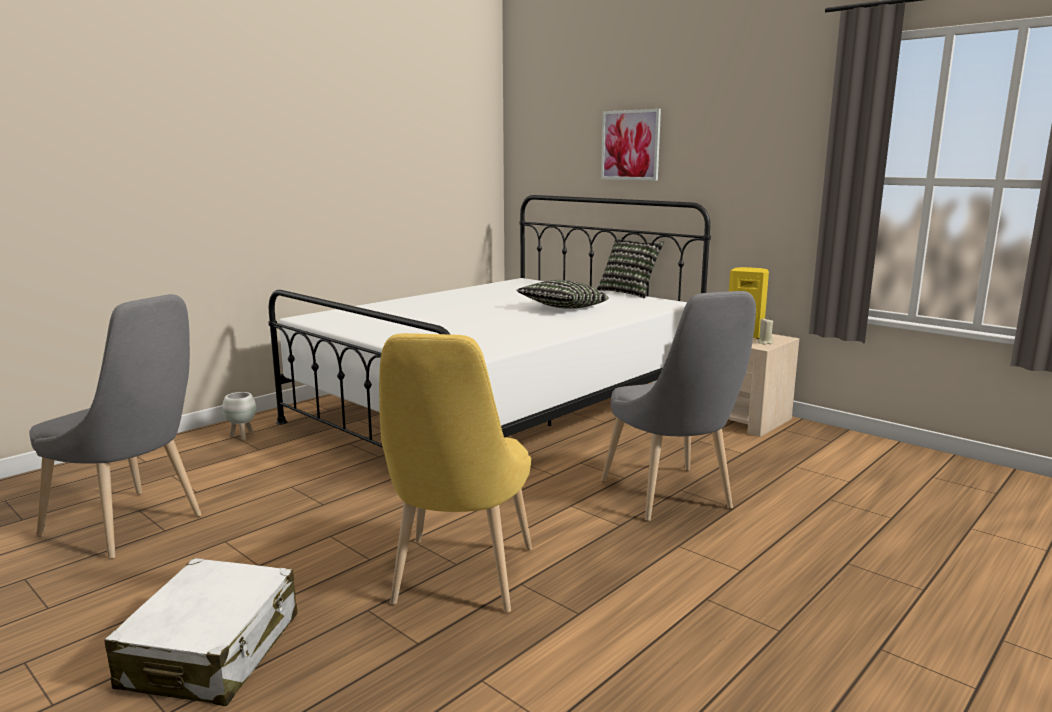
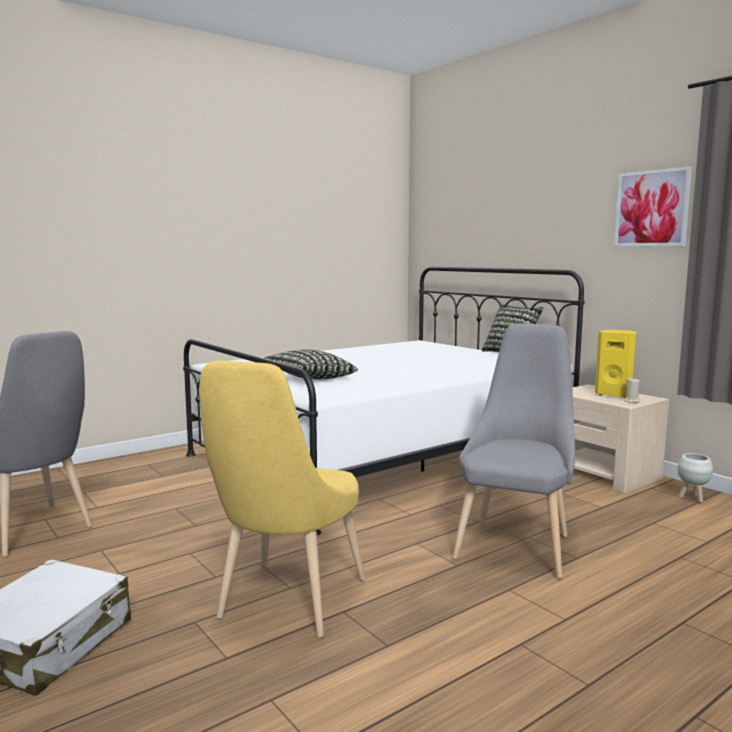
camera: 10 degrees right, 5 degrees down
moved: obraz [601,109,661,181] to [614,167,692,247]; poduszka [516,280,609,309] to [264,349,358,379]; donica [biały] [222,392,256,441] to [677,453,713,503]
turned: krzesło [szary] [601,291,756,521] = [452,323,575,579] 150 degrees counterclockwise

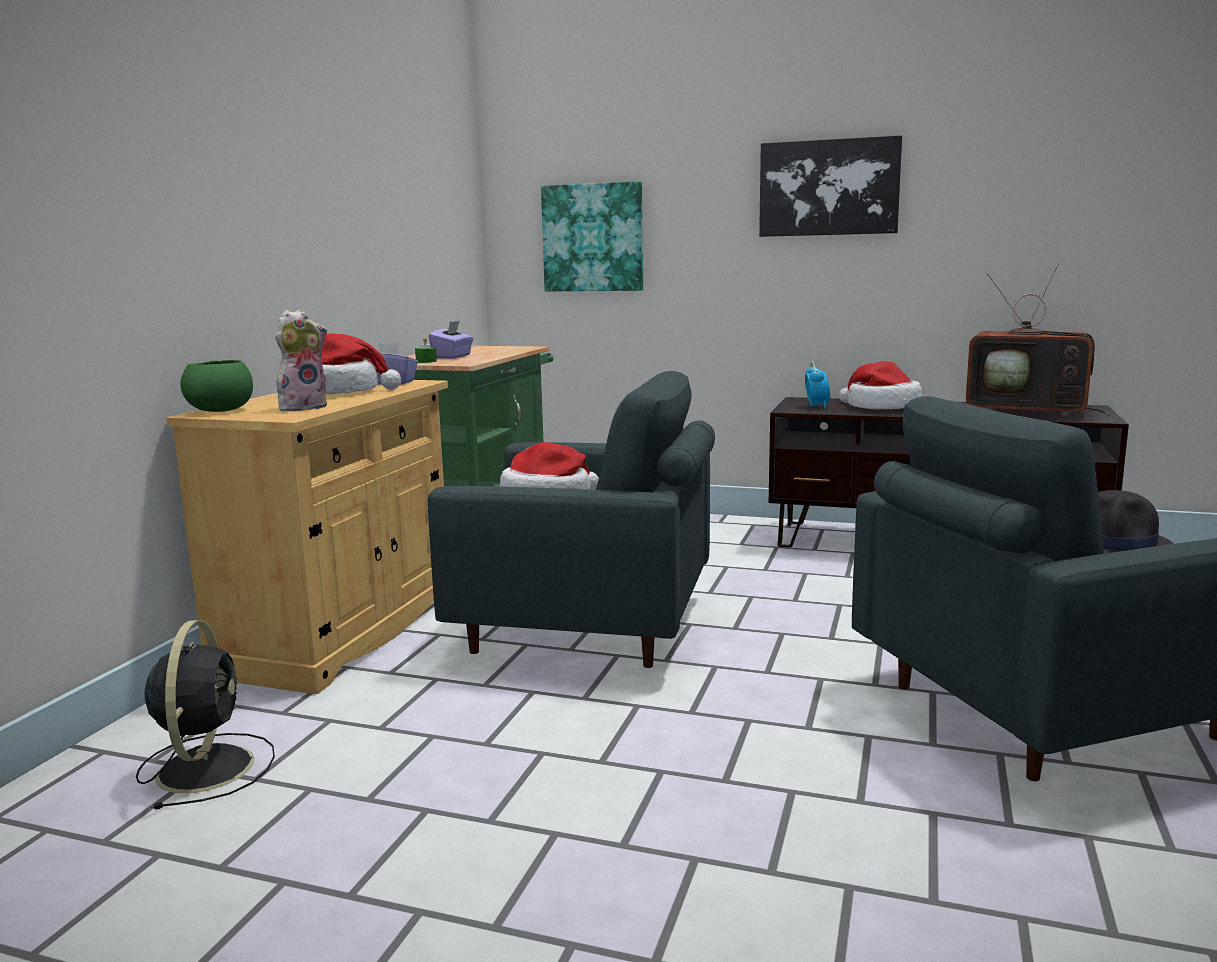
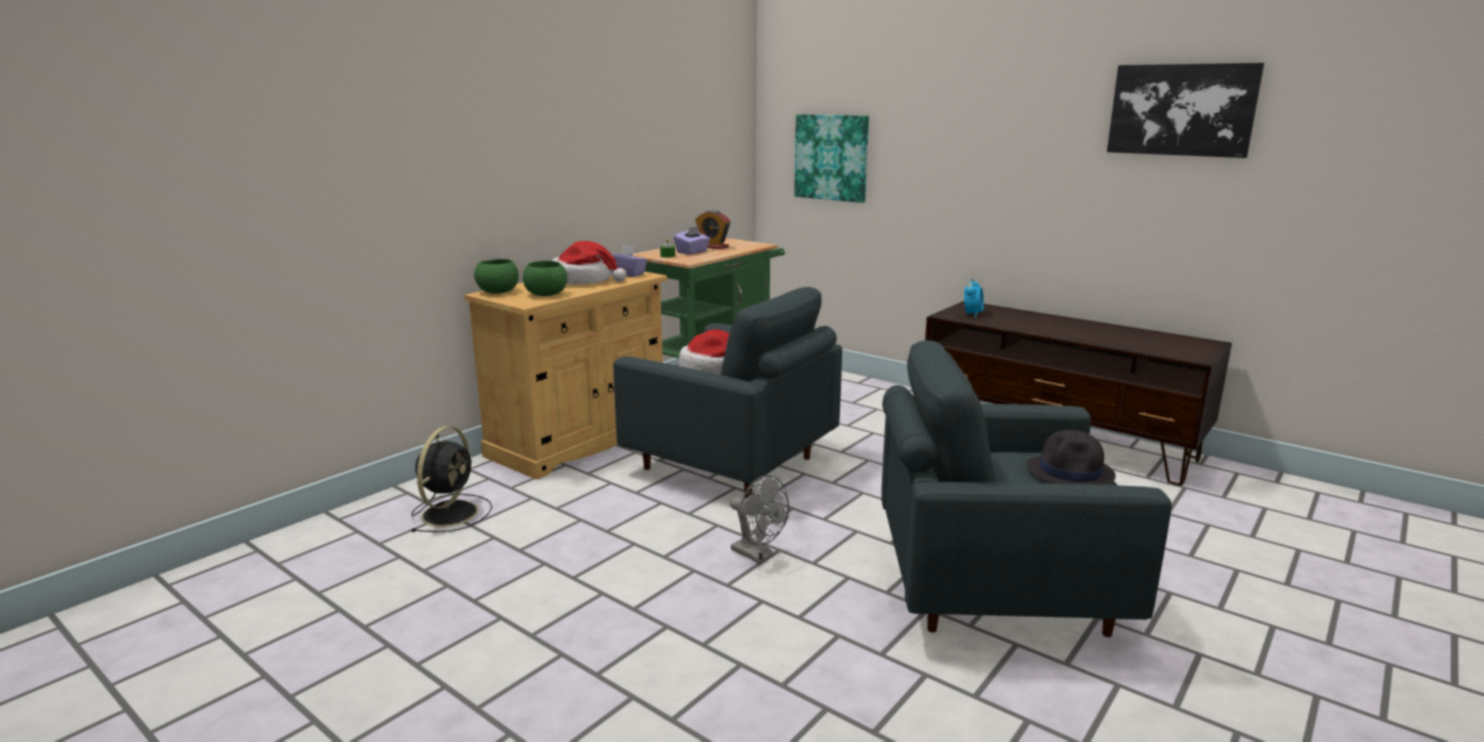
camera: 20 degrees right, 5 degrees up
removed: telewizor [966,263,1112,417]; kapelusz [839,361,923,409]
added: budzik [695,210,731,250]; wentylator [szary] [730,475,789,564]
moved: obraz [759,135,902,237] to [1107,63,1264,158]
replaced: pluszak [275,310,327,411] to miska [zielony] [523,261,567,296]

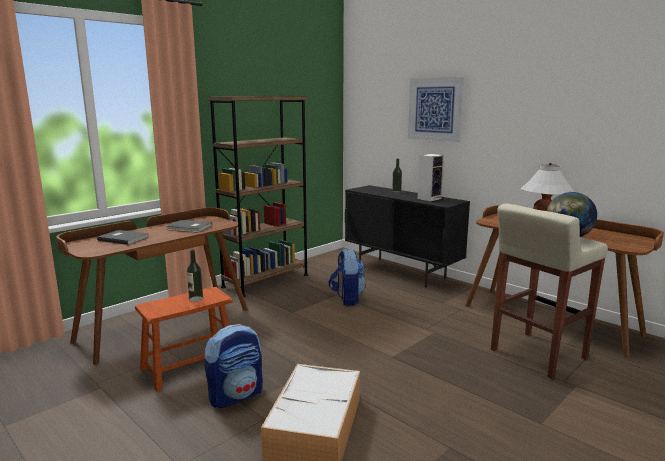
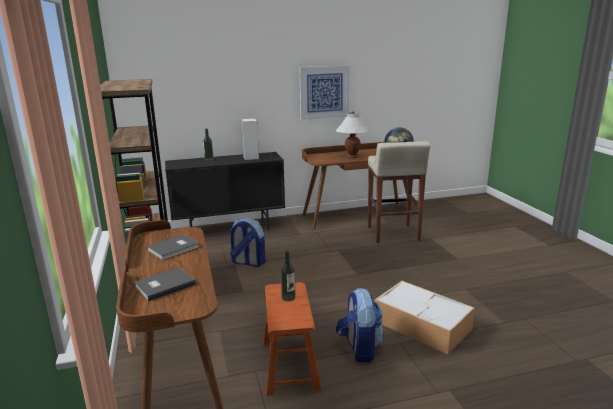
camera: 60 degrees left, 5 degrees up
moved: obraz [408,77,464,142] to [299,65,349,120]

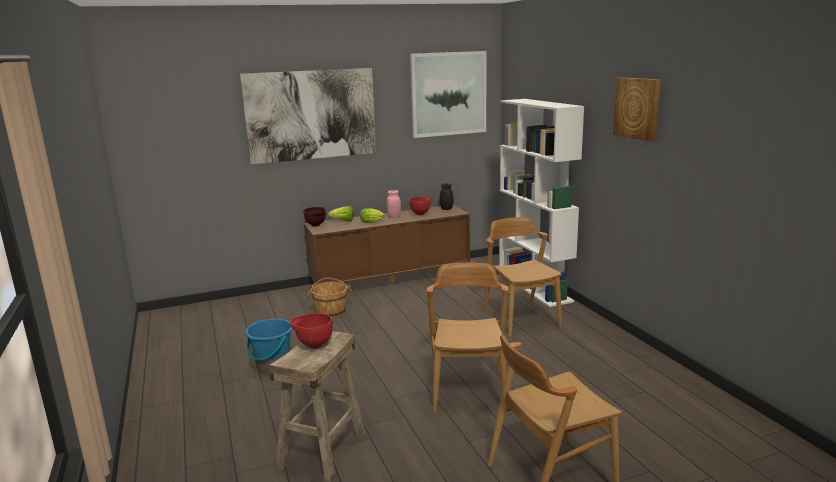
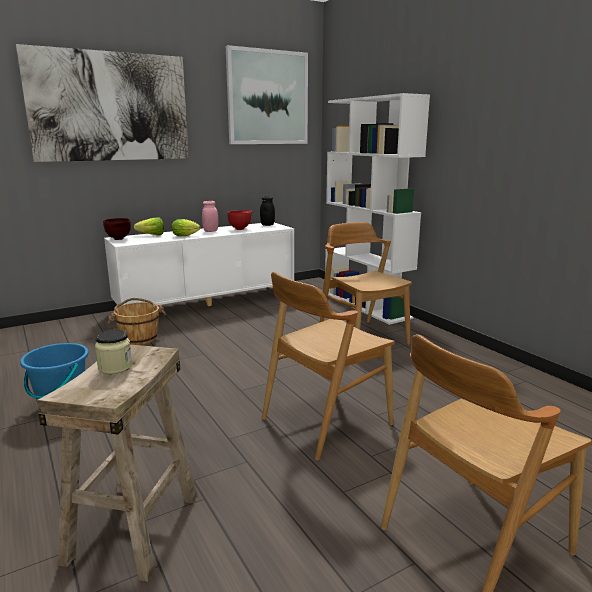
camera: 10 degrees left, 0 degrees up
removed: obraz [613,77,661,142]
replaced: miska [czerwony] [290,313,333,349] to słoik [95,330,132,374]
recoloured: szafka [brązowy] [304,205,470,285] to szafka [biały] [104,223,294,306]
turned: krzesło [brązowy] [427,263,509,412] = [262,272,395,460] 120 degrees counterclockwise

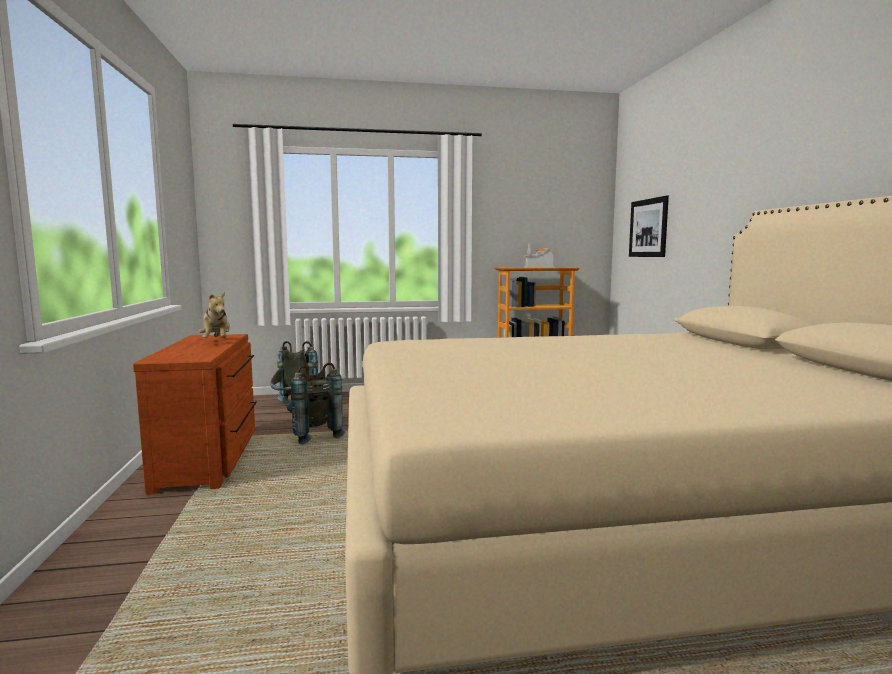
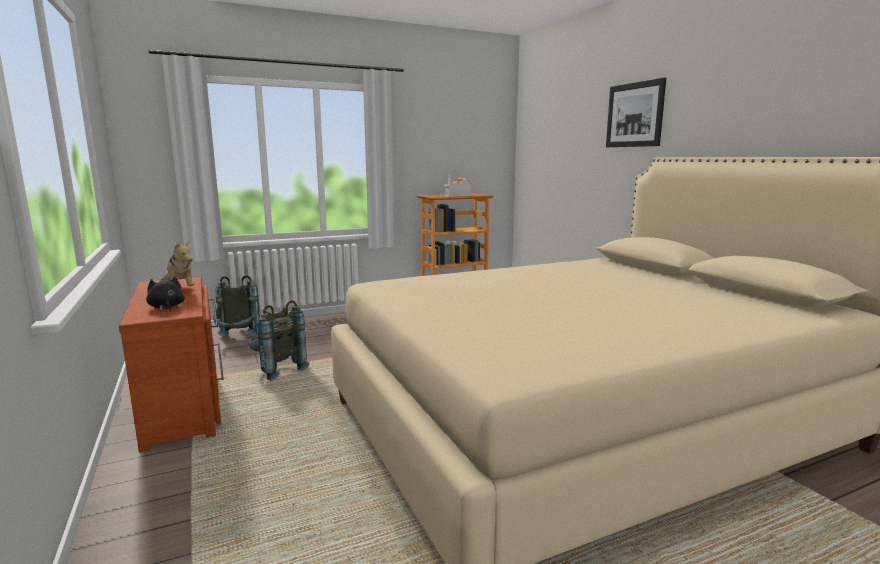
camera: 15 degrees left, 5 degrees up
added: pluszak [czarny] [146,276,185,311]
moved: obraz [629,196,669,257] to [606,78,666,147]

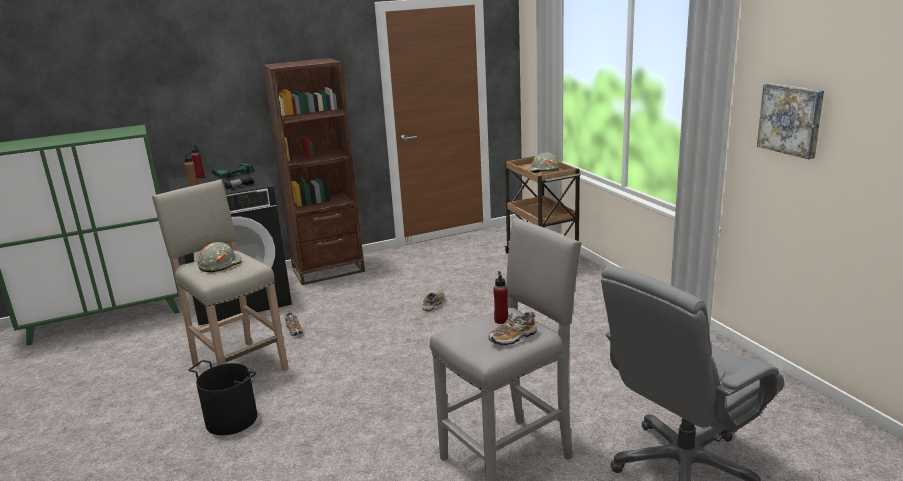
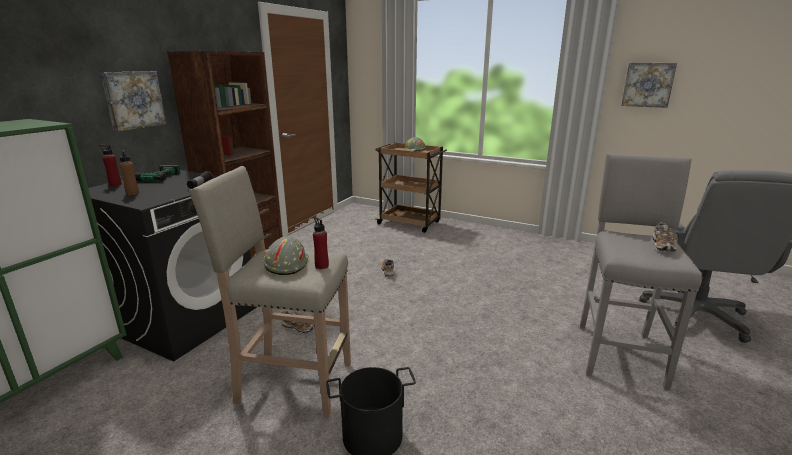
camera: 40 degrees left, 0 degrees up
added: obraz [100,71,166,131]
moved: butelka [czerwony] [493,271,508,324] to [313,217,329,269]

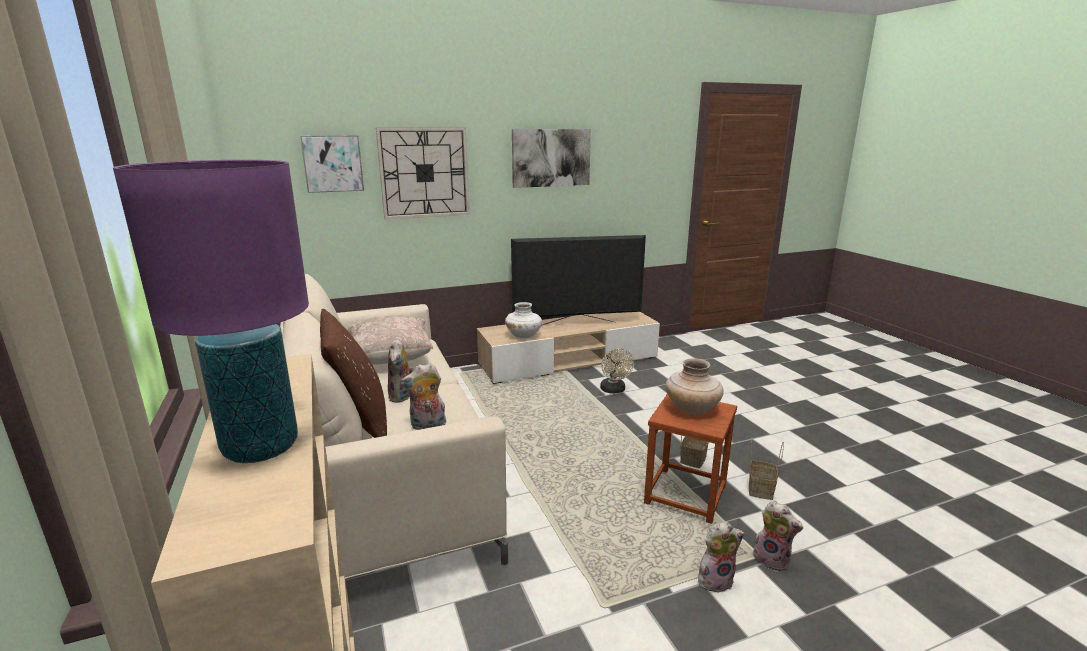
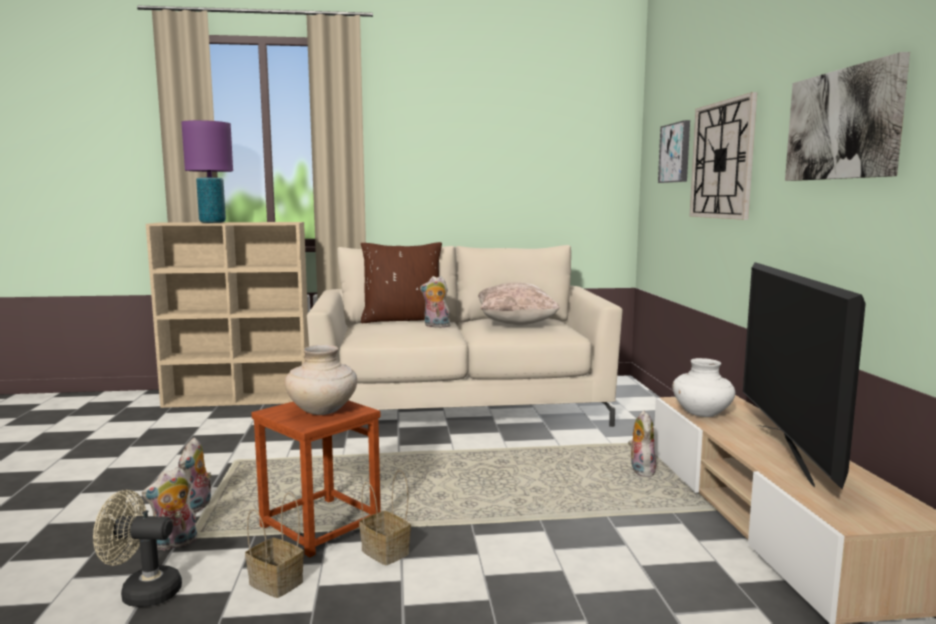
camera: 105 degrees right, 10 degrees down
moved: wentylator [beżowy] [600,348,634,394] to [93,490,182,607]; pluszak [401,363,446,430] to [628,410,656,477]

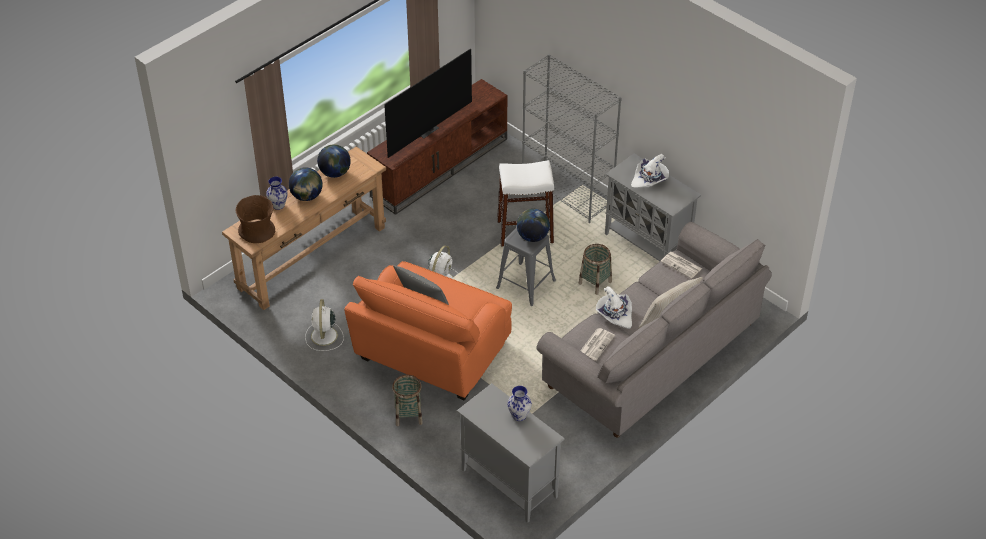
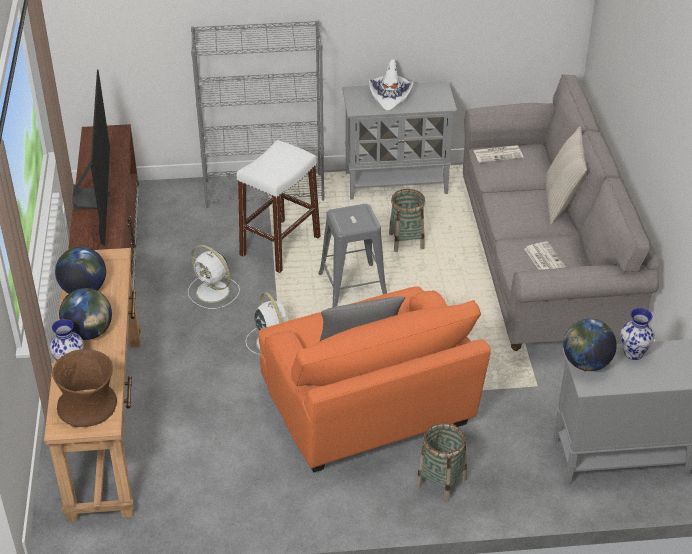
camera: 50 degrees left, 5 degrees down
removed: kapelusz [biały] [596,286,632,329]
moved: globus [517,209,550,242] to [563,319,617,371]; wentylator [biały] [305,299,344,351] to [188,245,240,309]

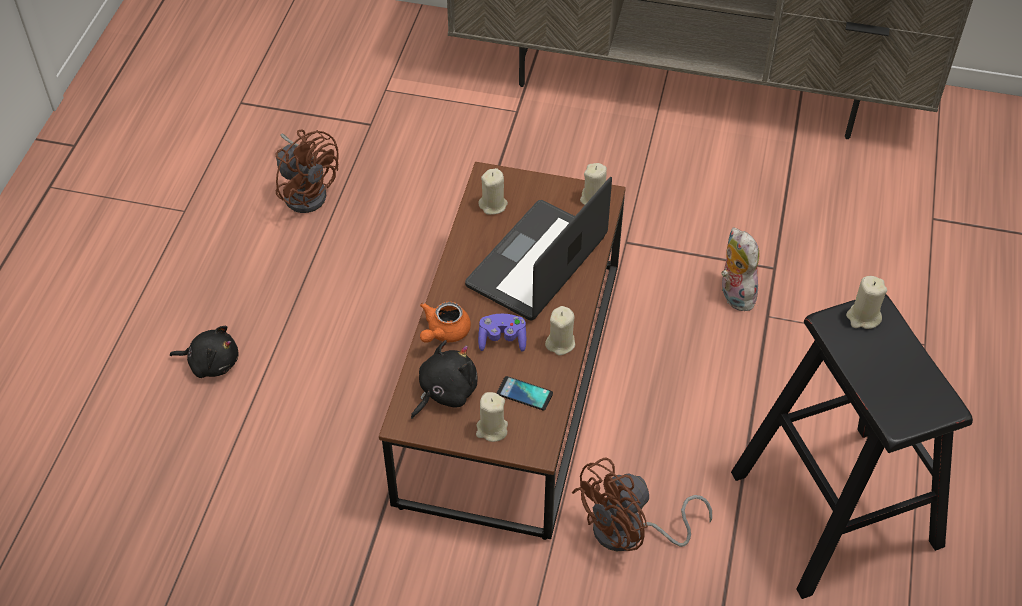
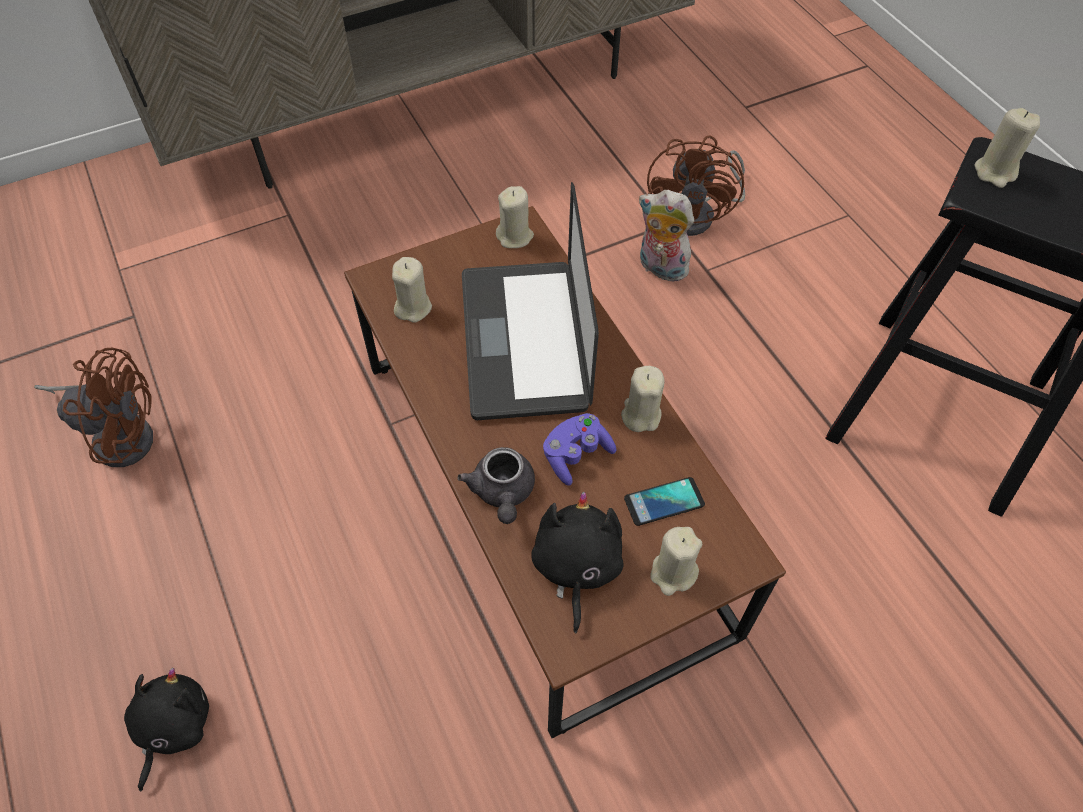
camera: 40 degrees left, 5 degrees up
moved: wentylator [brązowy] [572,458,712,551] to [647,135,745,236]
recoloured: imbryk [pomarańczowy] [420,302,471,343] to imbryk [szary] [457,447,535,524]
turned: pluszak [czarny] [170,326,239,378] = [124,668,209,792] 45 degrees counterclockwise

